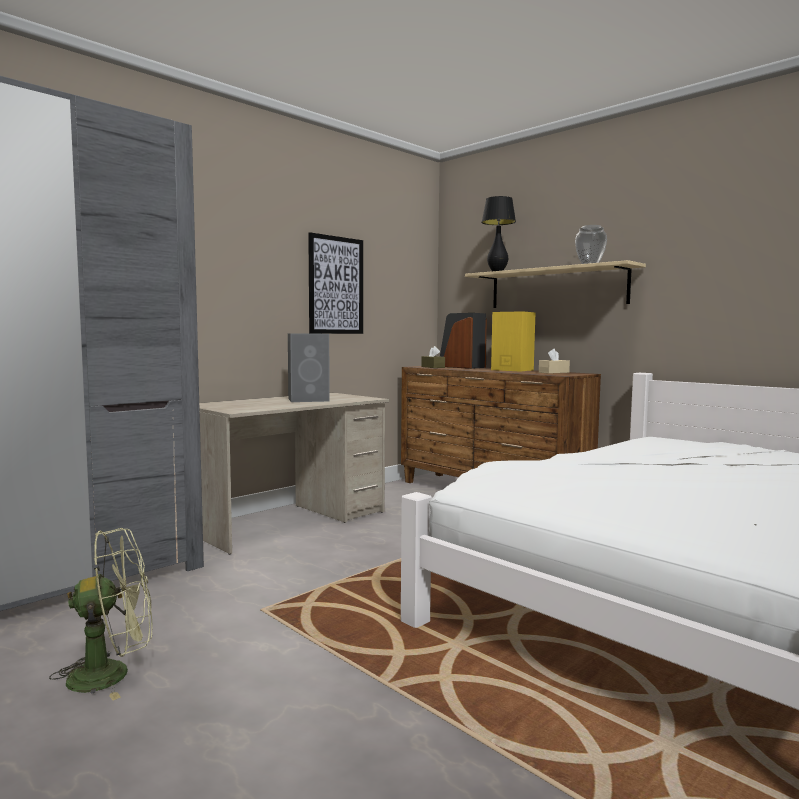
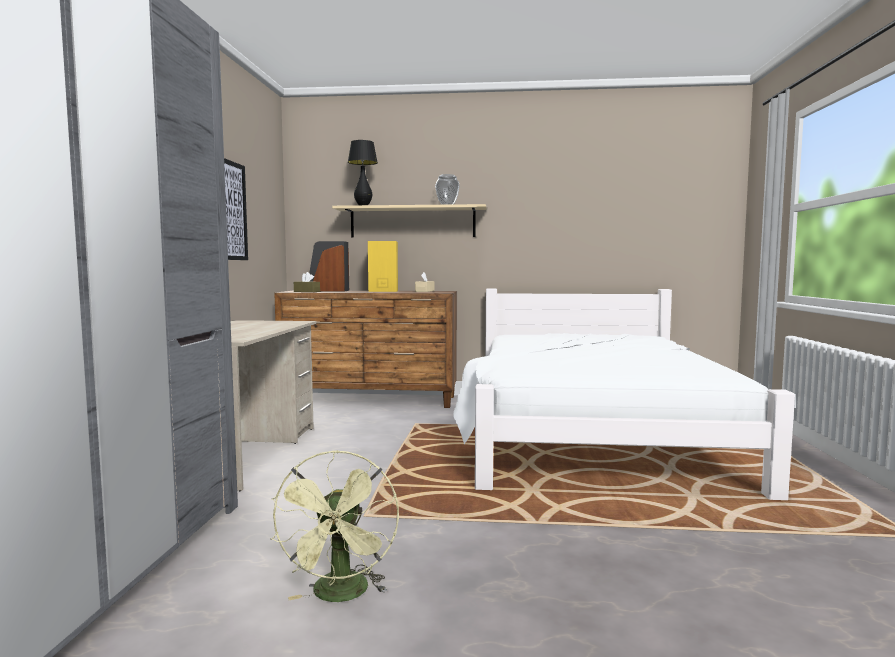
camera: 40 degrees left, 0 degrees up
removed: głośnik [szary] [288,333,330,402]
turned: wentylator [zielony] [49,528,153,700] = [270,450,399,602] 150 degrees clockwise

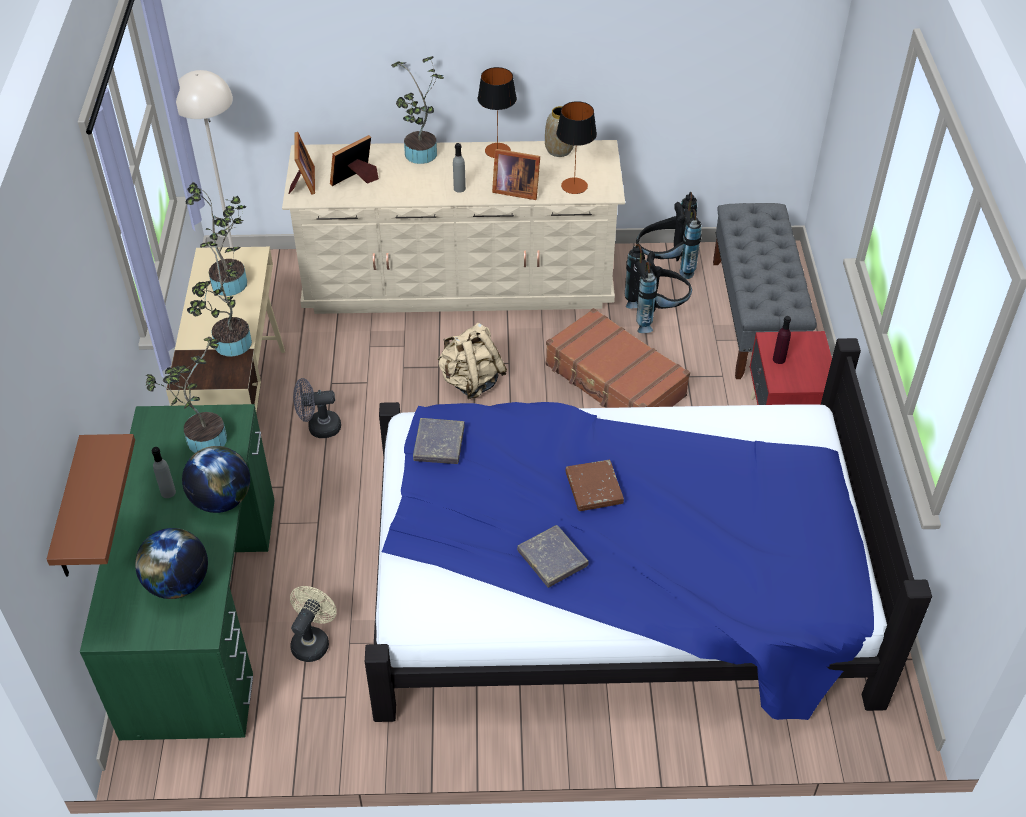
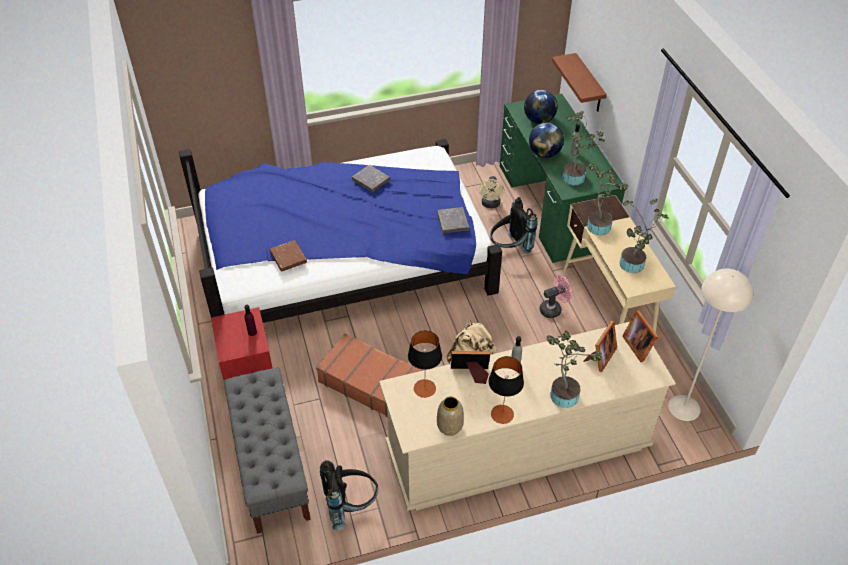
camera: 165 degrees right, 0 degrees up
moved: plecak [czarny] [625,244,692,333] to [490,197,537,254]; książka [brązowy] [566,460,624,511] to [270,240,307,272]
recoloured: wentylator [szary] [293,378,341,438] to wentylator [różowy] [540,275,572,318]

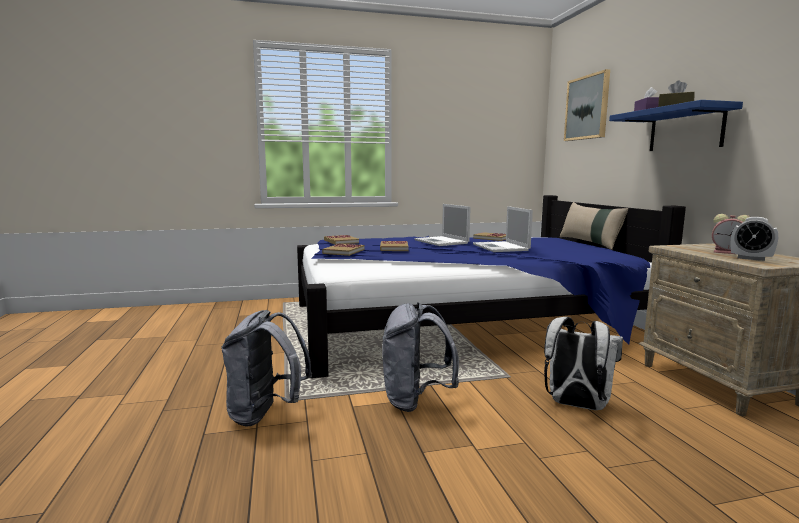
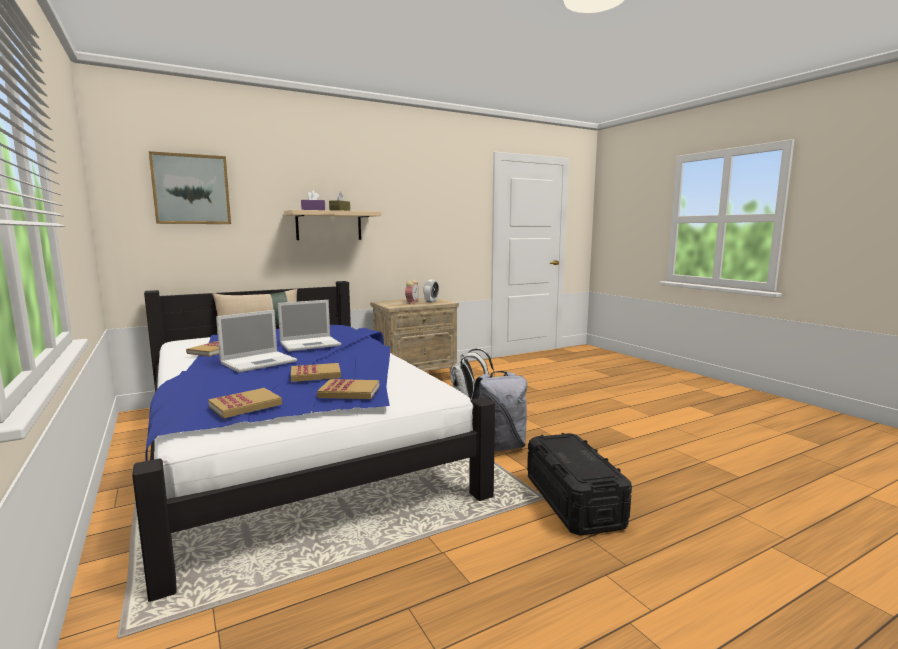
camera: 105 degrees left, 0 degrees up
replaced: plecak [szary] [221,310,312,427] to pojemnik do przechowywania [czarny] [527,433,632,536]
recoloured: półka [niebieski] [609,100,743,151] to półka [beżowy] [284,210,381,240]

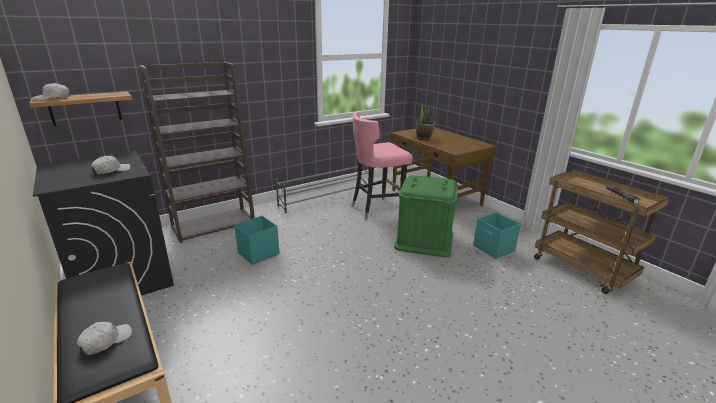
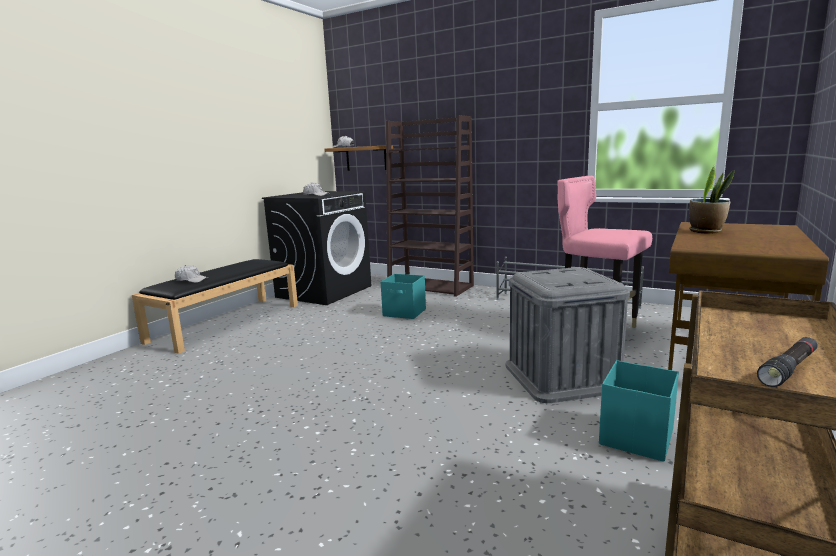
camera: 65 degrees right, 10 degrees down
recoloured: pojemnik do przechowywania [zielony] [394,175,458,258] to pojemnik do przechowywania [szary] [506,267,630,403]

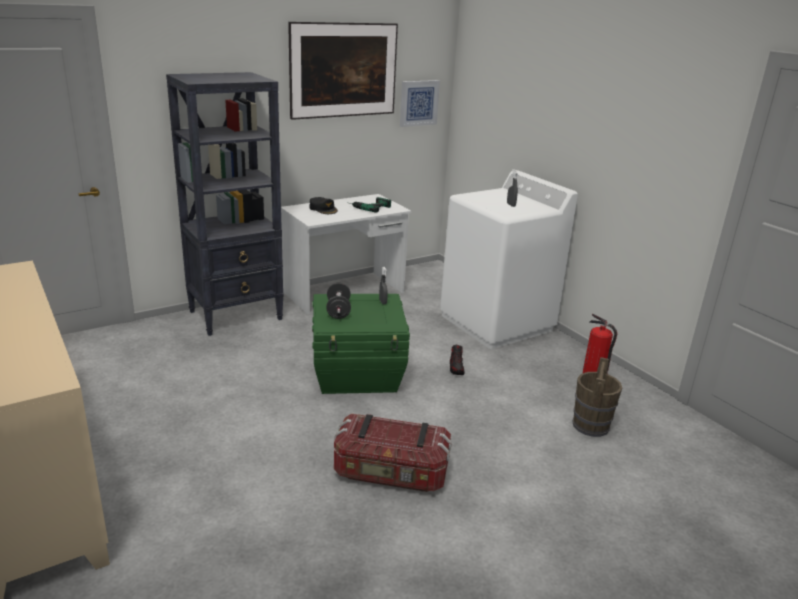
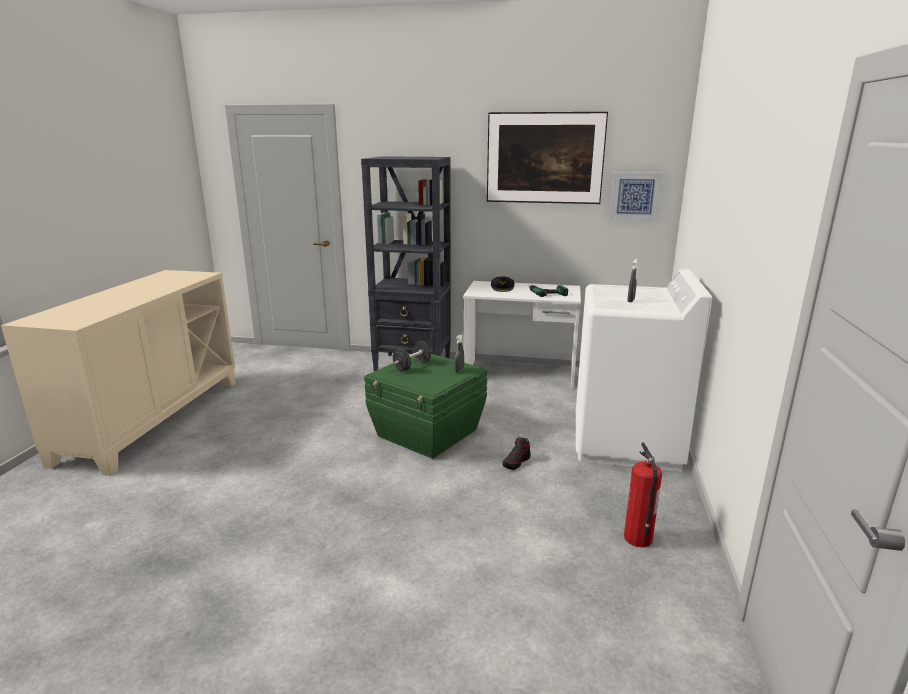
camera: 45 degrees right, 5 degrees down
removed: wiadro [brązowy] [573,357,622,437]; pojemnik do przechowywania [334,413,452,492]

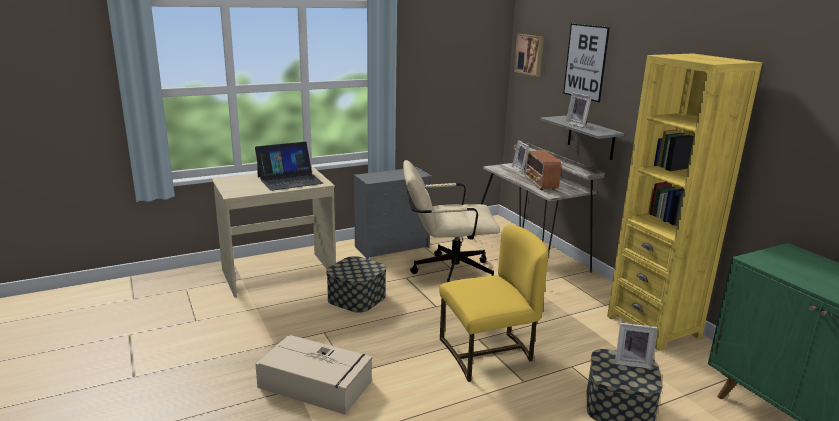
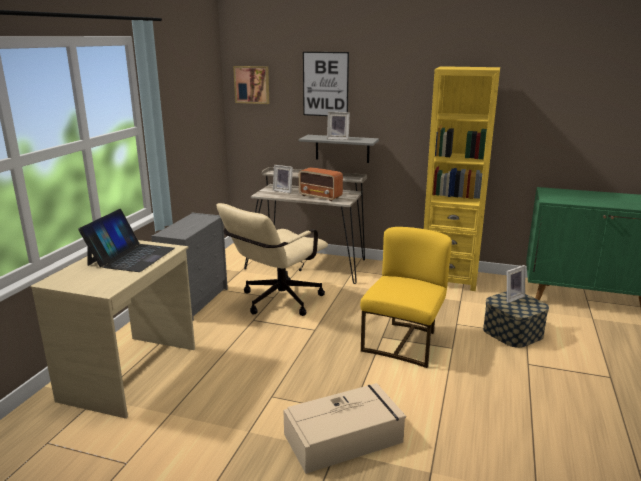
camera: 45 degrees left, 0 degrees up
removed: pojemnik do przechowywania [326,256,386,313]

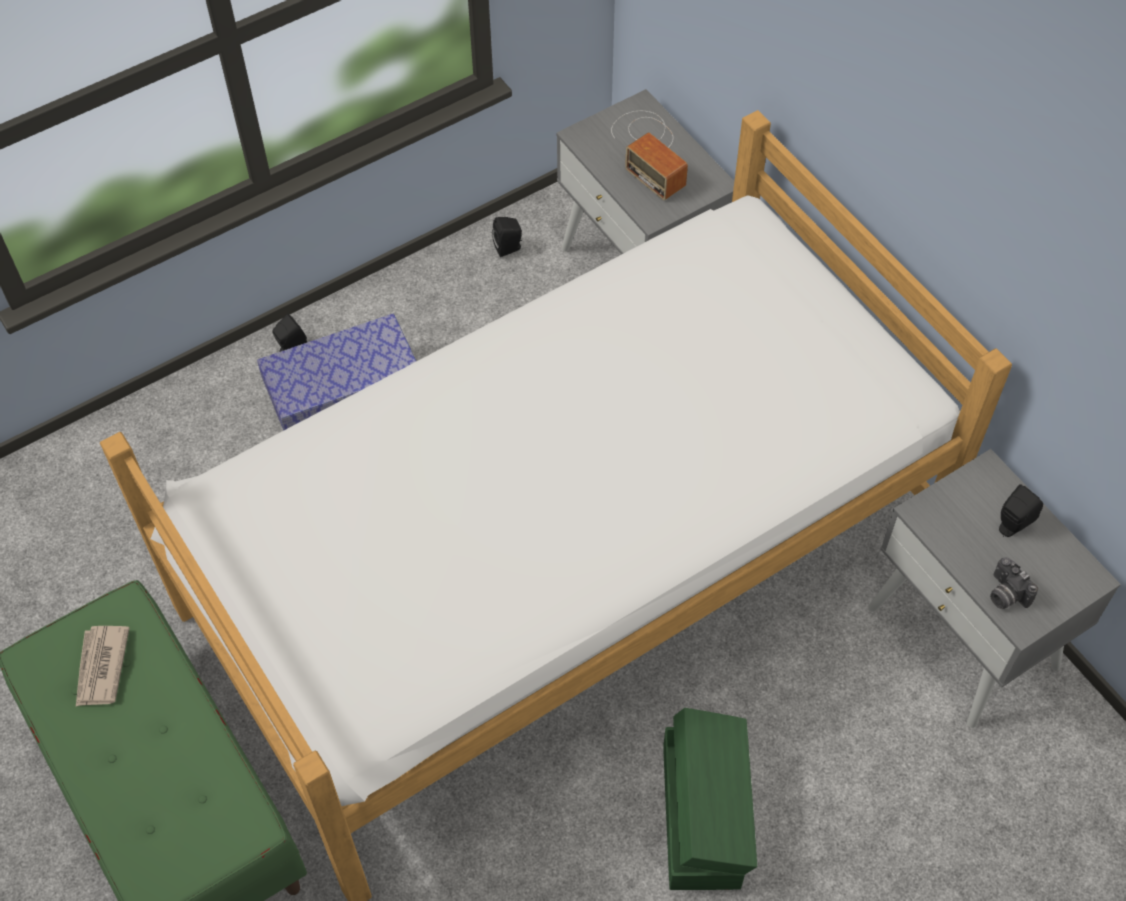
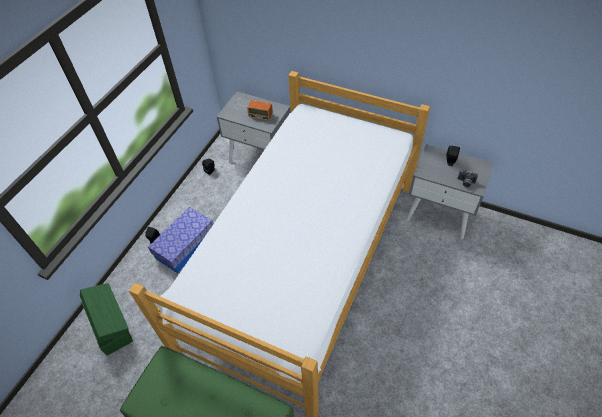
camera: 30 degrees left, 5 degrees down
removed: gazeta [76,626,130,706]
moved: pojemnik do przechowywania [zielony] [663,708,757,890] to [80,283,133,356]

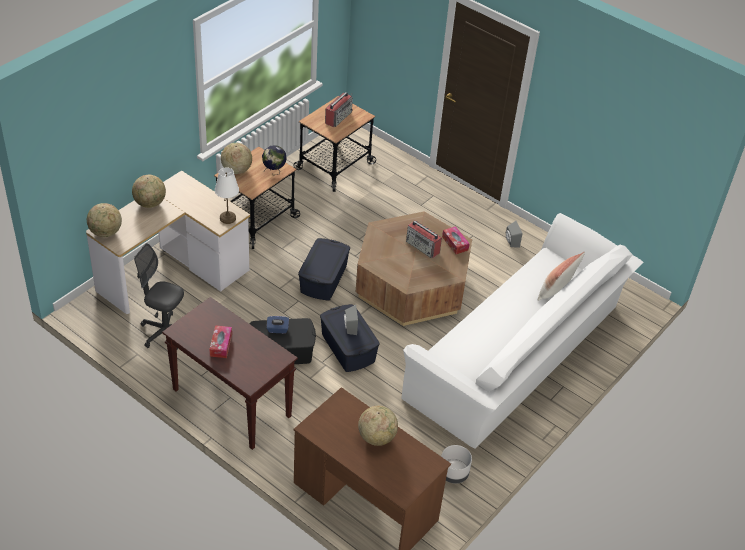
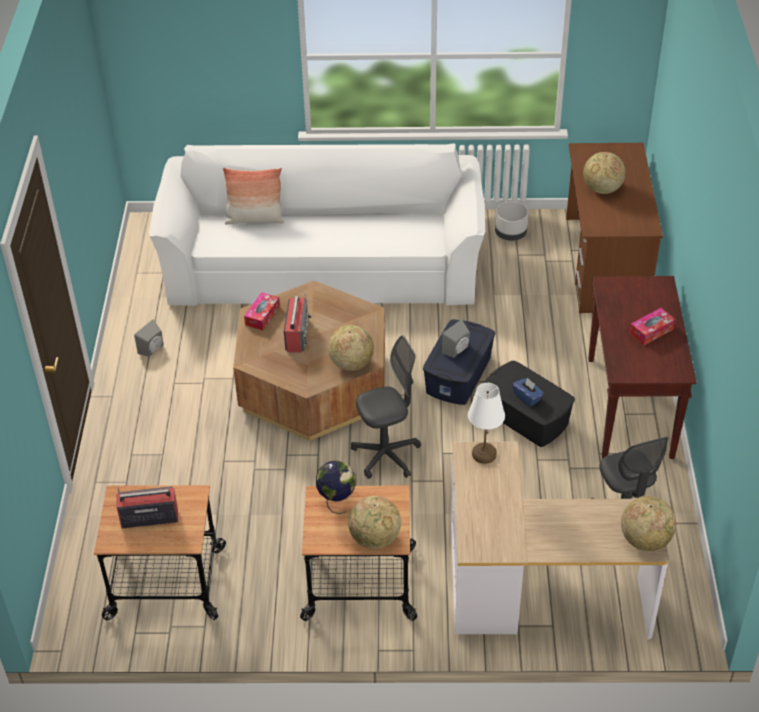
camera: 125 degrees left, 0 degrees up
moved: globus [132,175,166,208] to [328,325,374,371]
replaced: pojemnik do przechowywania [niebieski] [298,238,350,300] to krzesło biurowe [szary] [351,335,421,479]

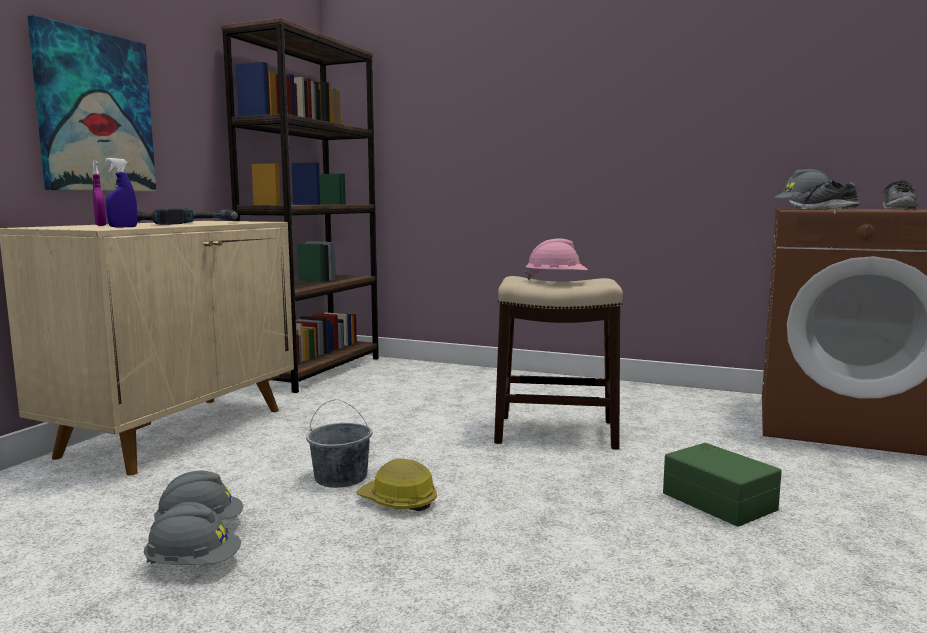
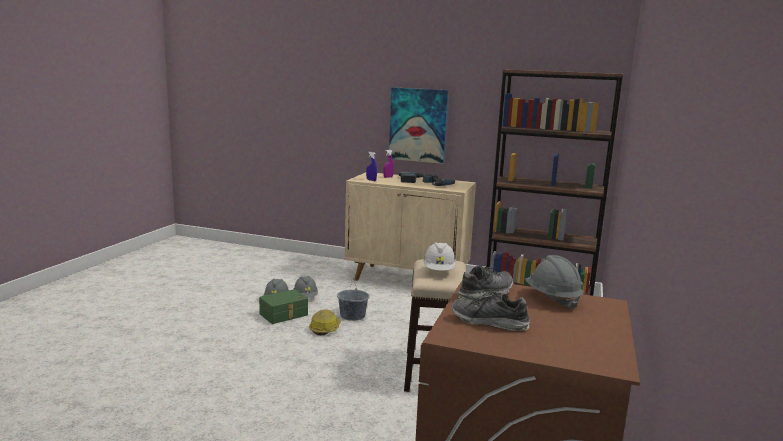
camera: 85 degrees right, 5 degrees up
moved: pojemnik do przechowywania [zielony] [663,443,782,527] to [259,289,308,324]
recoloured: kask [różowy] [525,238,588,280] to kask [biały] [423,242,456,271]

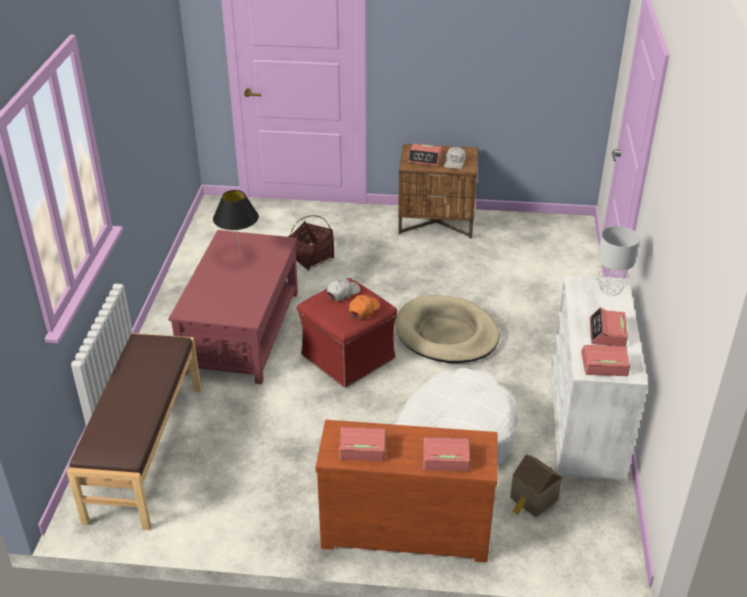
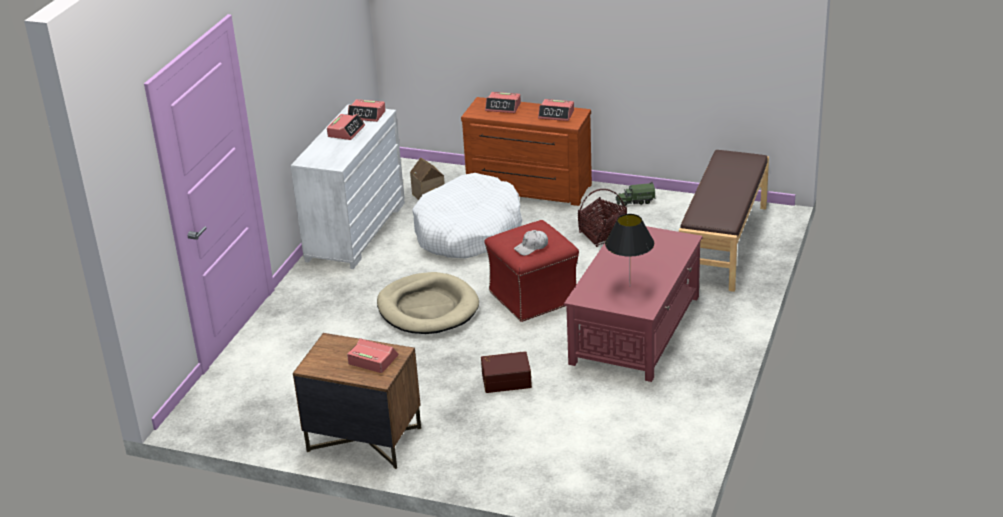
camera: 165 degrees left, 5 degrees down
removed: czapka z daszkiem [biały] [444,147,466,170]; lampa stołowa [szary] [597,226,640,296]; czapka z daszkiem [pomarańczowy] [349,295,380,319]
added: ciężarówka zabawkowa [615,182,655,206]; pojemnik do przechowywania [brązowy] [481,351,532,393]
moved: koszyk [288,215,334,271] to [578,189,627,247]

